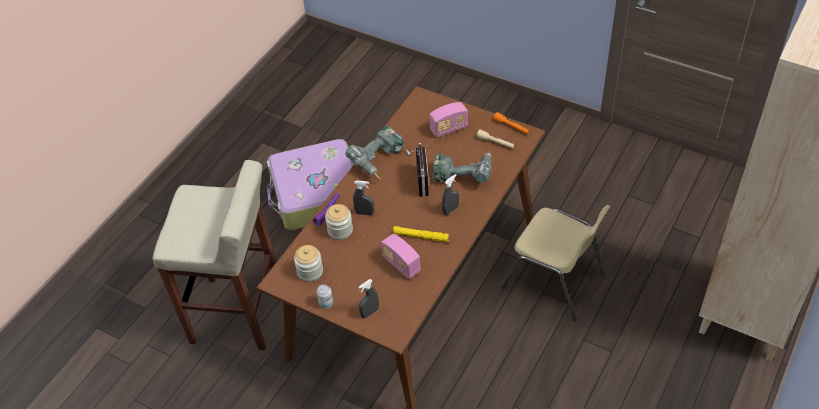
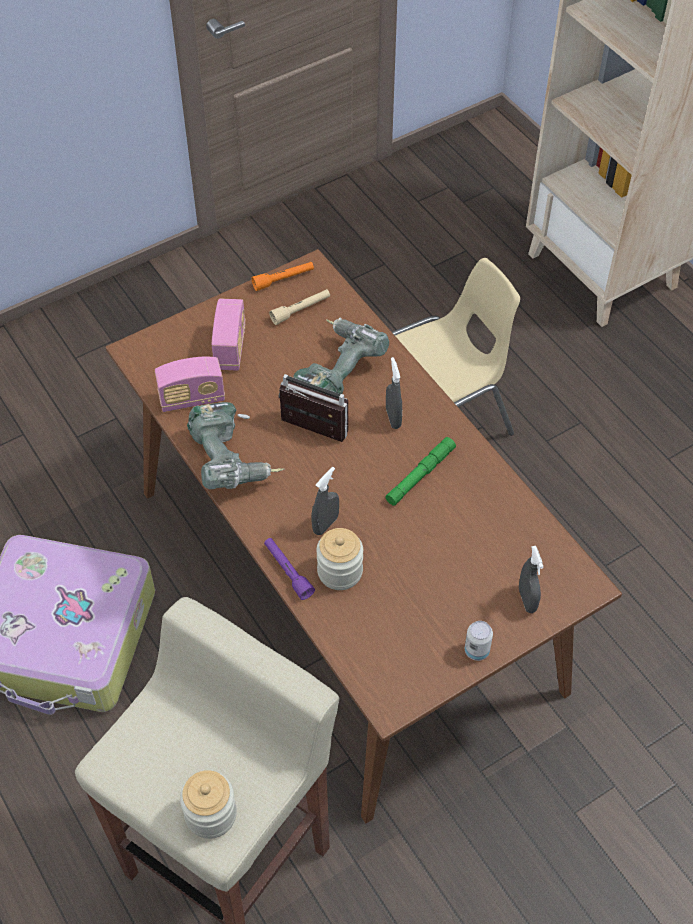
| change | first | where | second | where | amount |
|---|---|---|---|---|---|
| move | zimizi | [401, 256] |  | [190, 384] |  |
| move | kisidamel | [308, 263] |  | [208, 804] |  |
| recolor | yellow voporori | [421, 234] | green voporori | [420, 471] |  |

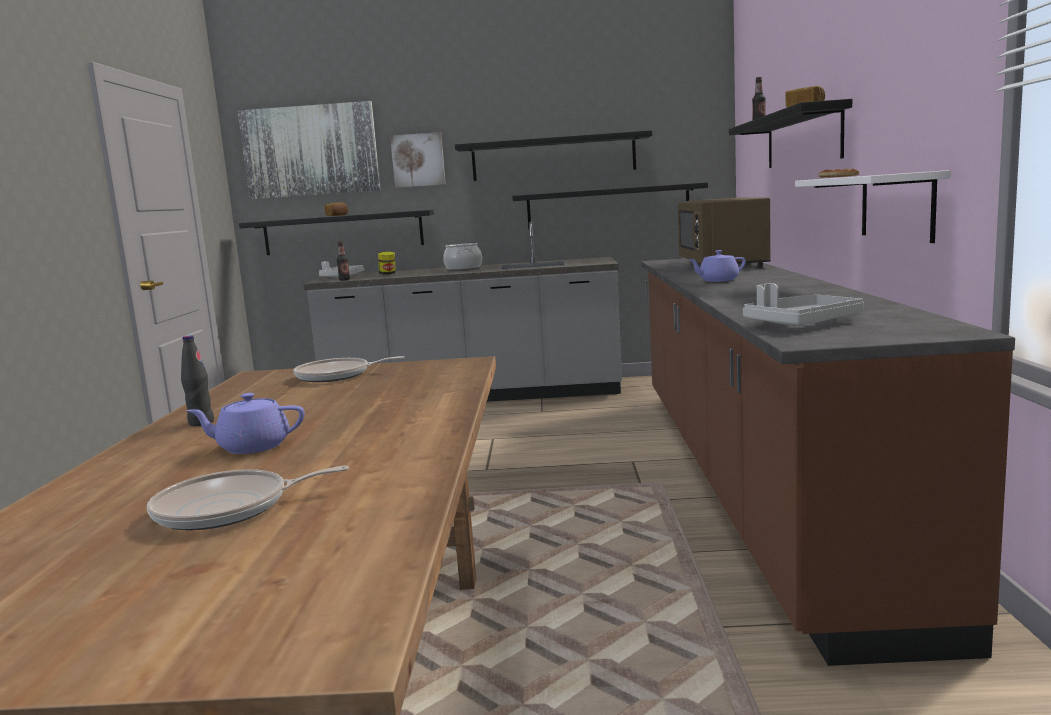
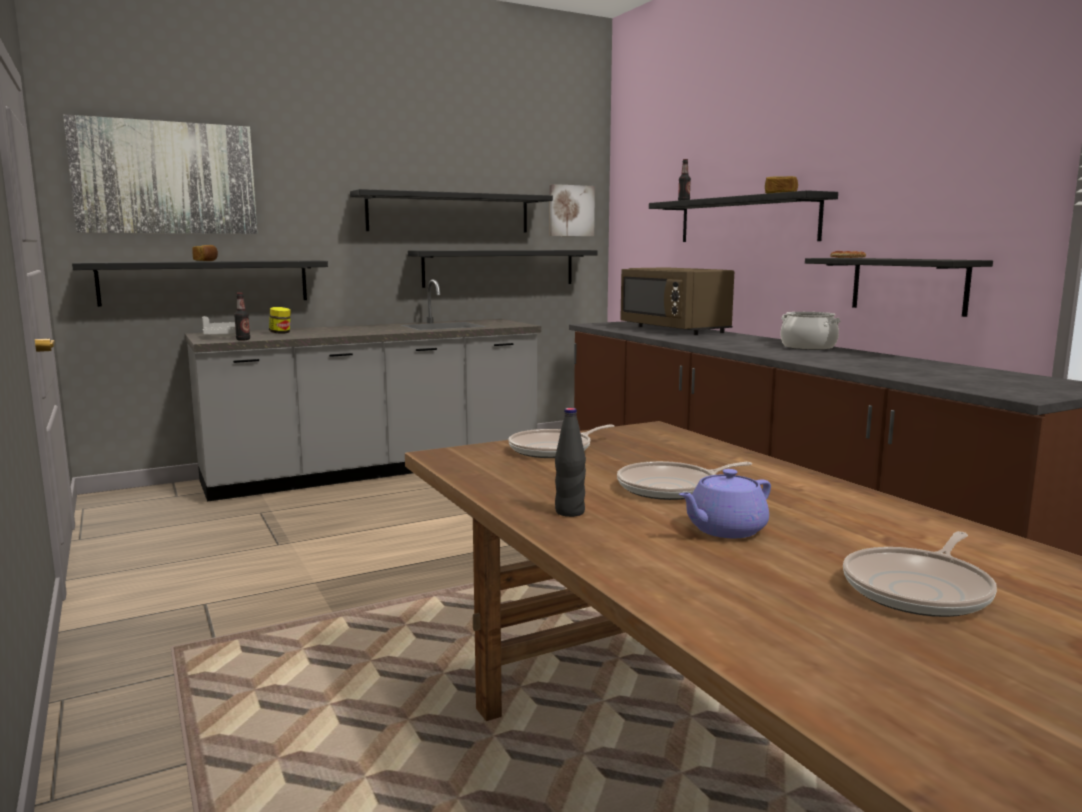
| change | first | where | second | where | amount |
|---|---|---|---|---|---|
| move | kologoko | [418, 160] |  | [572, 210] |  |
| insert |  |  | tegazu | [684, 480] |  |
| move | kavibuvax | [462, 256] |  | [810, 331] |  |
| recolor | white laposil | [873, 206] | black laposil | [899, 287] |  |
| delete | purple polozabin | [717, 266] |  |  |  |
| delete | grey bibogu | [803, 304] |  |  |  |

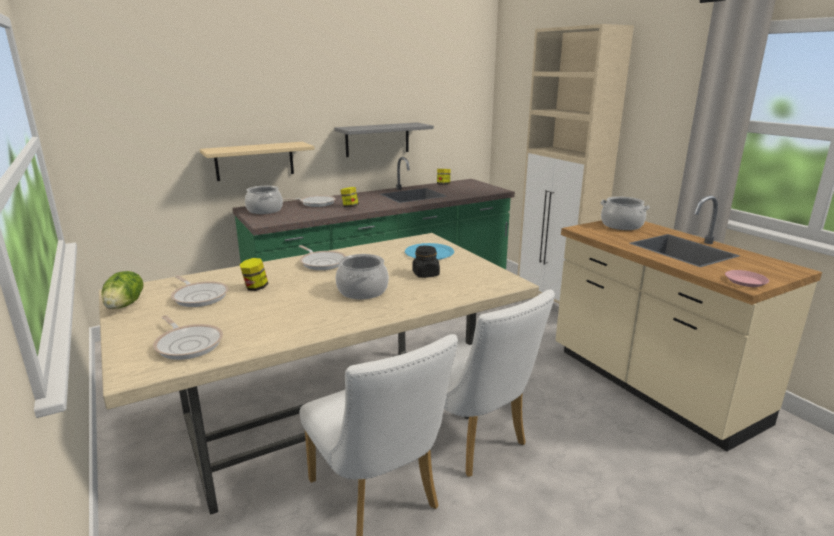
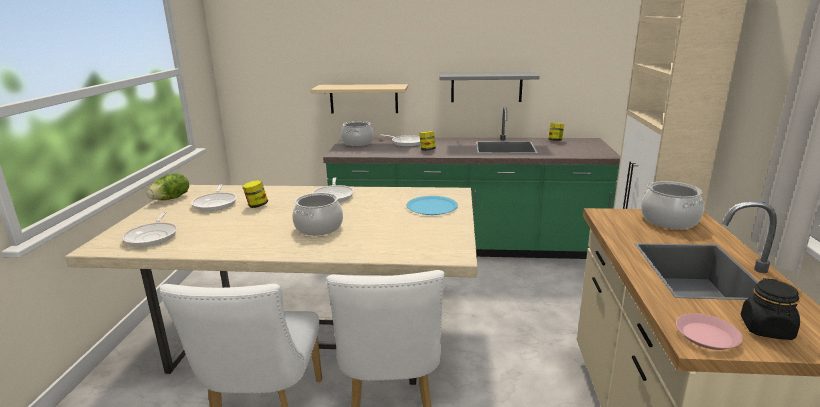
| change | first | where | second | where | amount |
|---|---|---|---|---|---|
| move | black kisidamel | [426, 261] |  | [770, 309] |  |

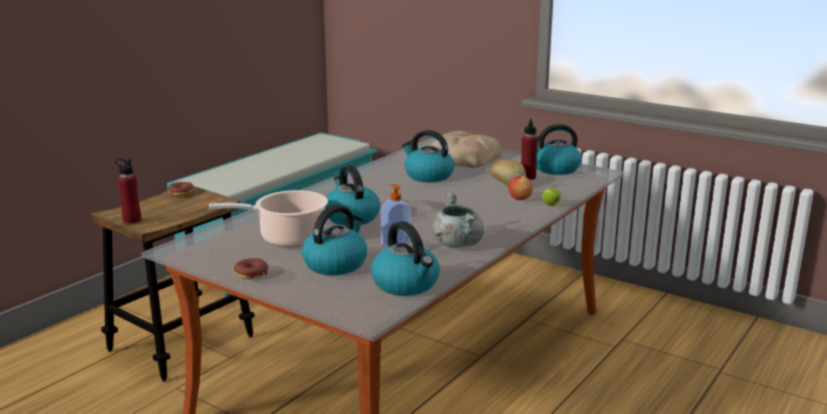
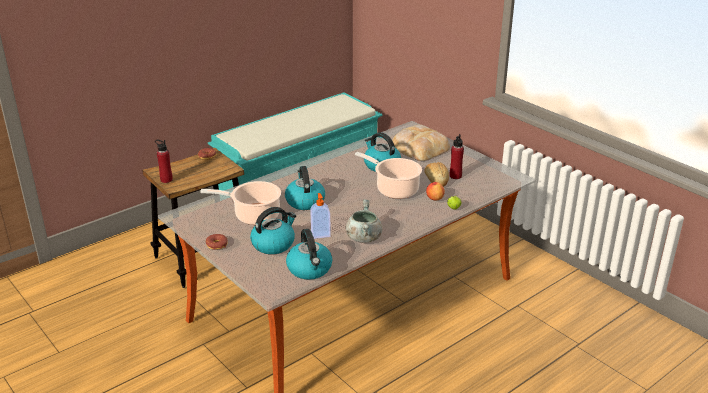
| change | first | where | second | where | amount |
|---|---|---|---|---|---|
| insert |  |  | kavibuvax | [388, 175] |  |
| delete | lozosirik | [559, 149] |  |  |  |

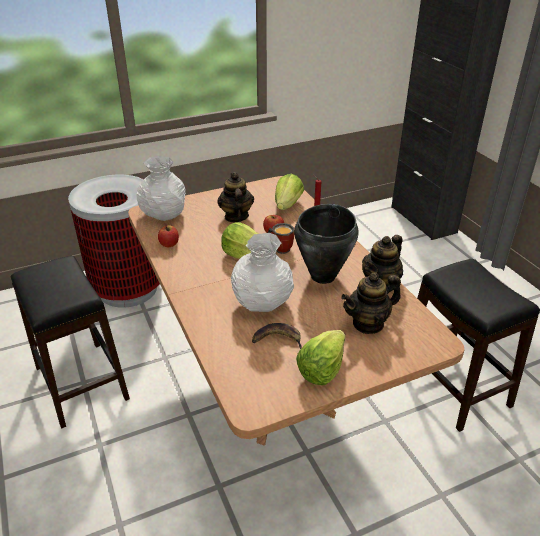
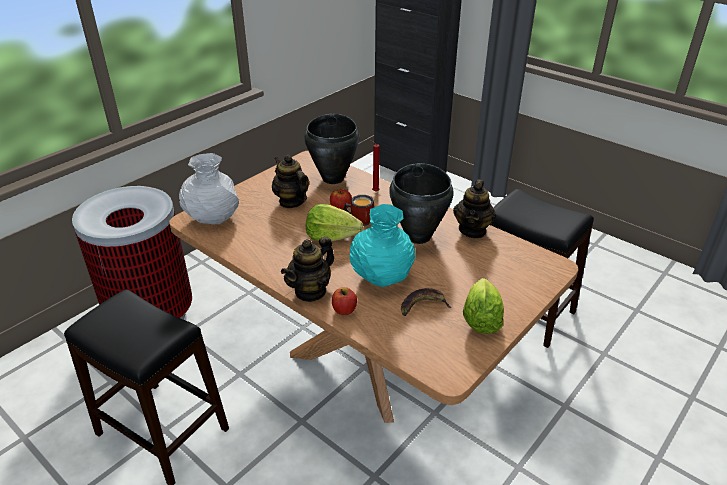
| change | first | where | second | where | amount |
|---|---|---|---|---|---|
| move | polozabin | [371, 303] |  | [307, 269] |  |
| replace | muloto | [289, 192] | black kavibuvax | [331, 149] |  |
| move | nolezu | [168, 236] |  | [344, 301] |  |
| recolor | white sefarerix | [262, 272] | turquoise sefarerix | [382, 245] |  |

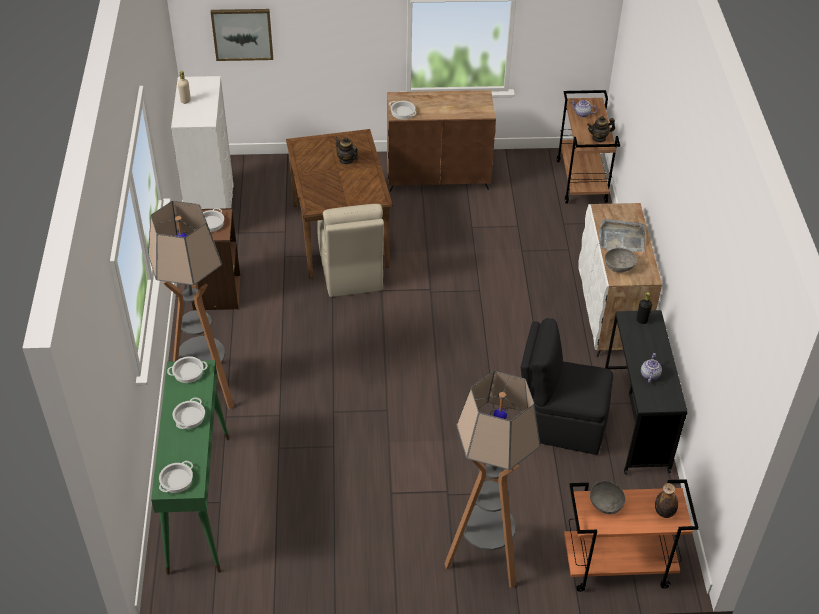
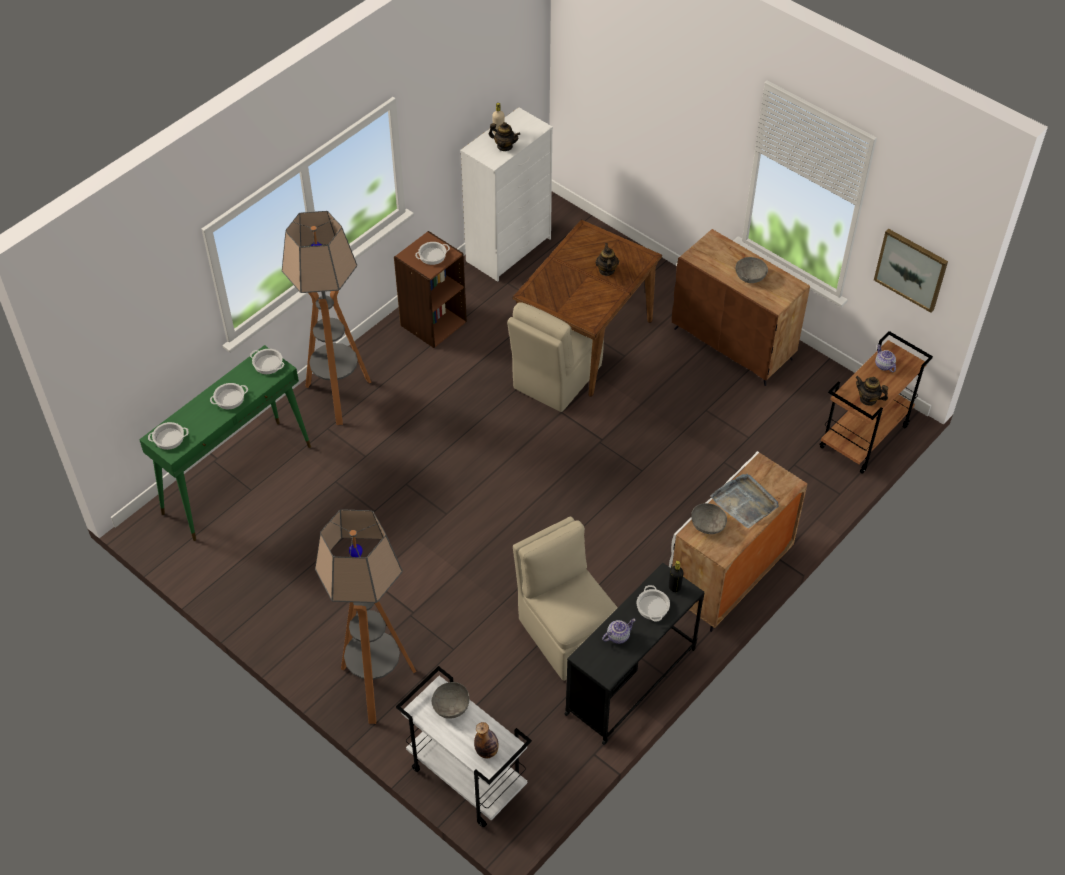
| change | first | where | second | where | amount |
|---|---|---|---|---|---|
| recolor | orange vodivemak | [631, 535] | white vodivemak | [464, 746] |  |
| insert |  |  | polozabin | [504, 136] |  |
| recolor | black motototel | [567, 386] | beige motototel | [565, 598] |  |
| move | kavibuvax | [403, 110] |  | [653, 603] |  |
| insert |  |  | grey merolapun | [751, 270] |  |
| move | kologoko | [242, 35] |  | [911, 271] |  |

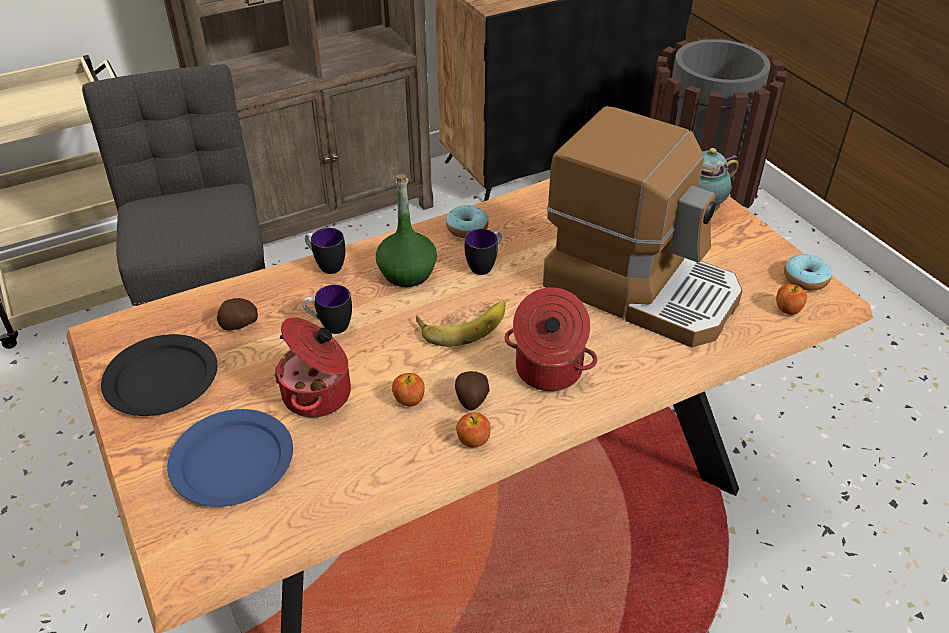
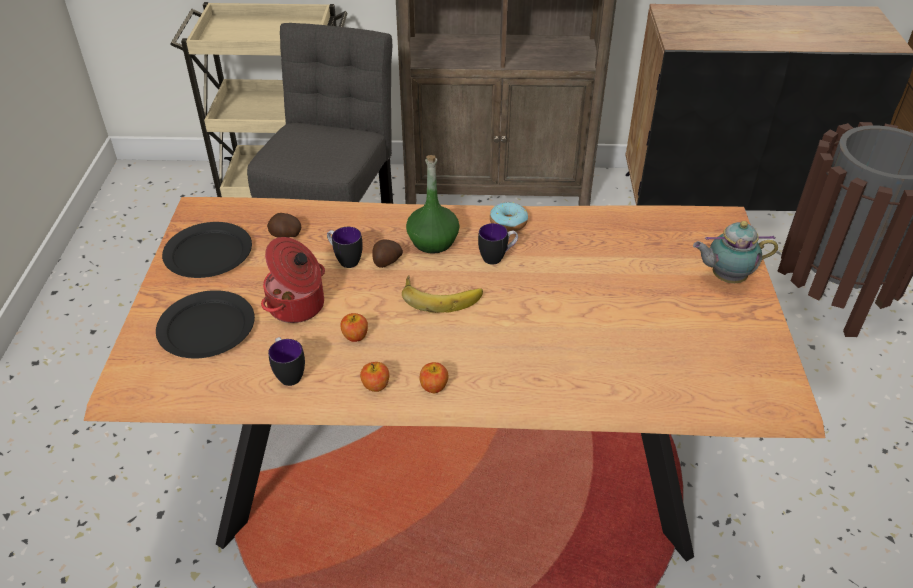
| change | first | where | second | where | amount |
|---|---|---|---|---|---|
| recolor | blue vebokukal | [230, 458] | black vebokukal | [205, 324] |  |
| move | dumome | [325, 251] |  | [286, 361] |  |
| move | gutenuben | [472, 390] |  | [387, 254] |  |
| move | nolezu | [791, 299] |  | [434, 377] |  |
| delete | kavibuvax | [550, 339] |  |  |  |
| delete | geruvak | [643, 226] |  |  |  |
| delete | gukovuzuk | [808, 272] |  |  |  |

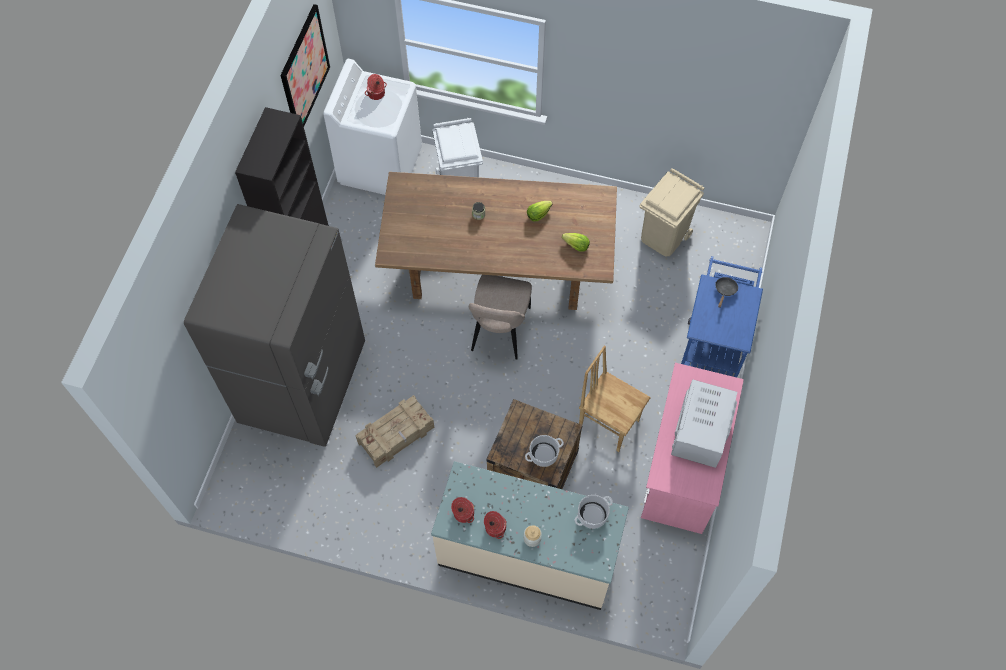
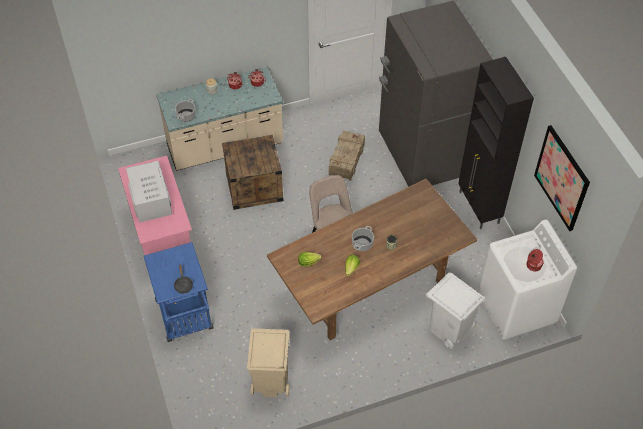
| change | first | where | second | where | amount |
|---|---|---|---|---|---|
| move | kavibuvax | [544, 451] |  | [363, 238] |  |
| delete | brown motototel | [615, 398] |  |  |  |

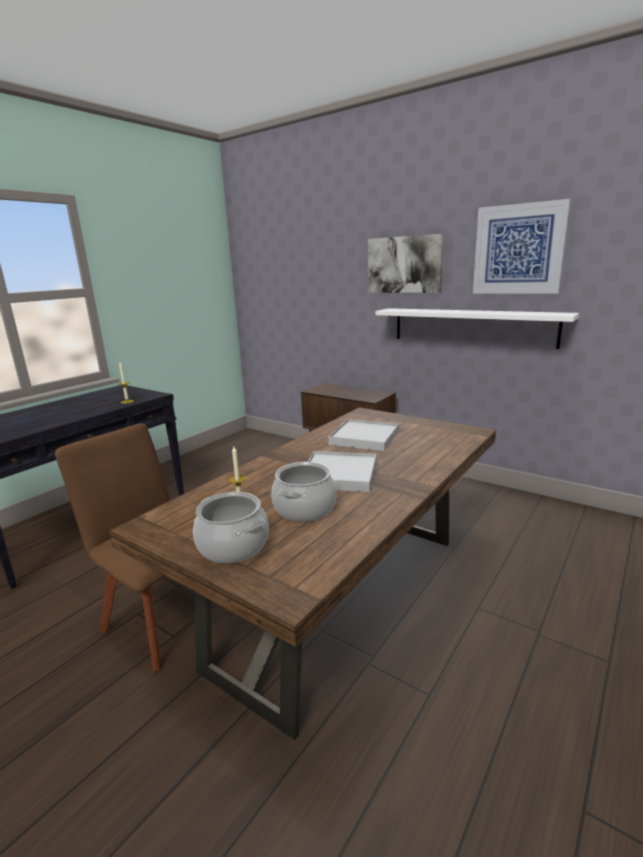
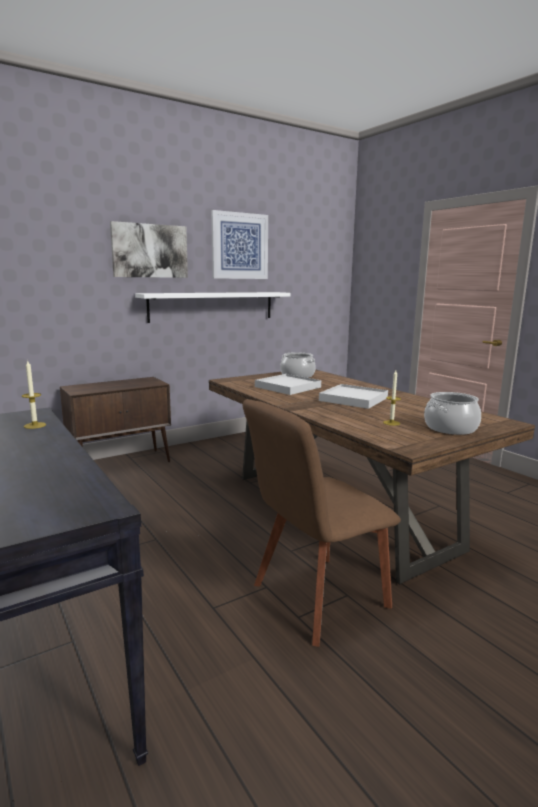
| change | first | where | second | where | amount |
|---|---|---|---|---|---|
| move | kavibuvax | [304, 492] |  | [298, 365] |  |

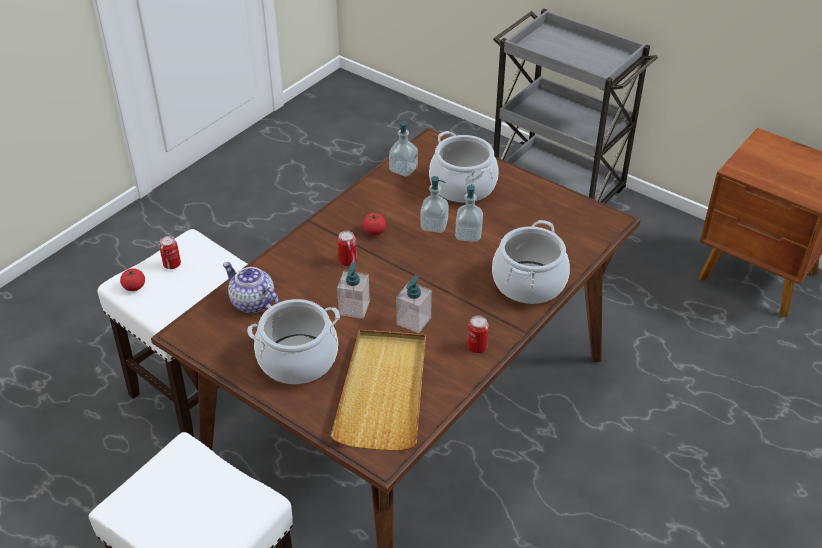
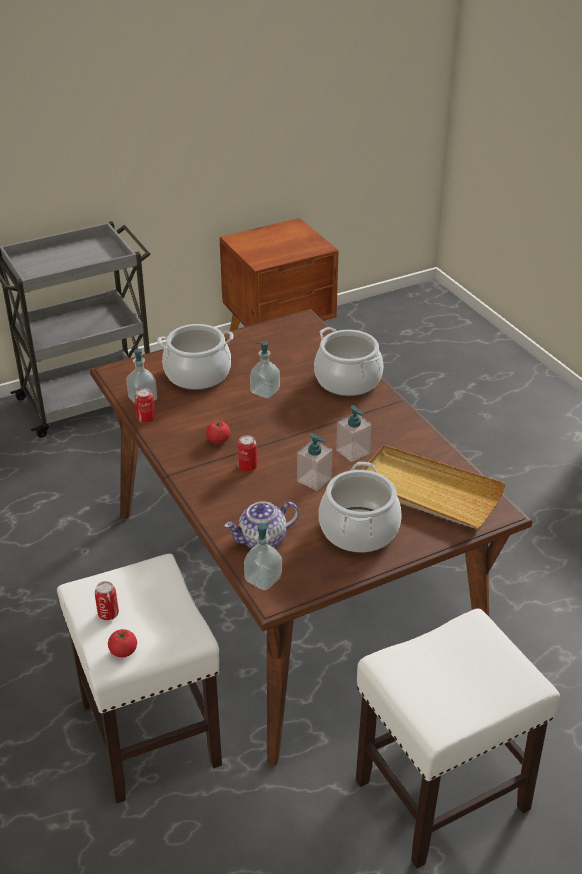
| change | first | where | second | where | amount |
|---|---|---|---|---|---|
| move | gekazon | [478, 334] |  | [145, 405] |  |
| move | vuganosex | [434, 204] |  | [263, 556] |  |

